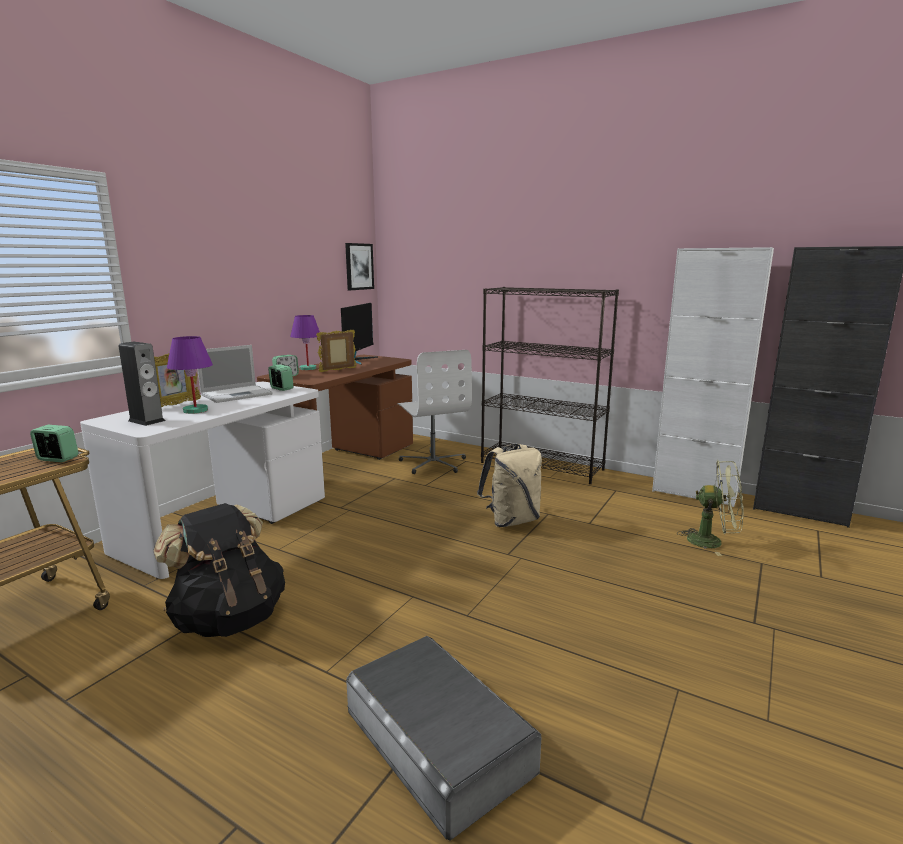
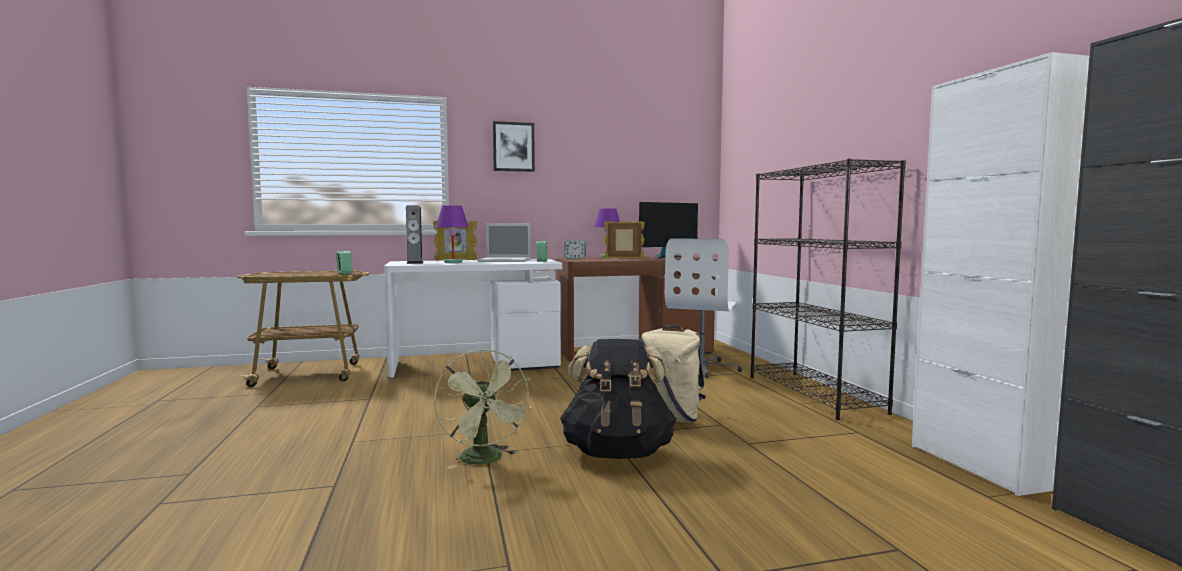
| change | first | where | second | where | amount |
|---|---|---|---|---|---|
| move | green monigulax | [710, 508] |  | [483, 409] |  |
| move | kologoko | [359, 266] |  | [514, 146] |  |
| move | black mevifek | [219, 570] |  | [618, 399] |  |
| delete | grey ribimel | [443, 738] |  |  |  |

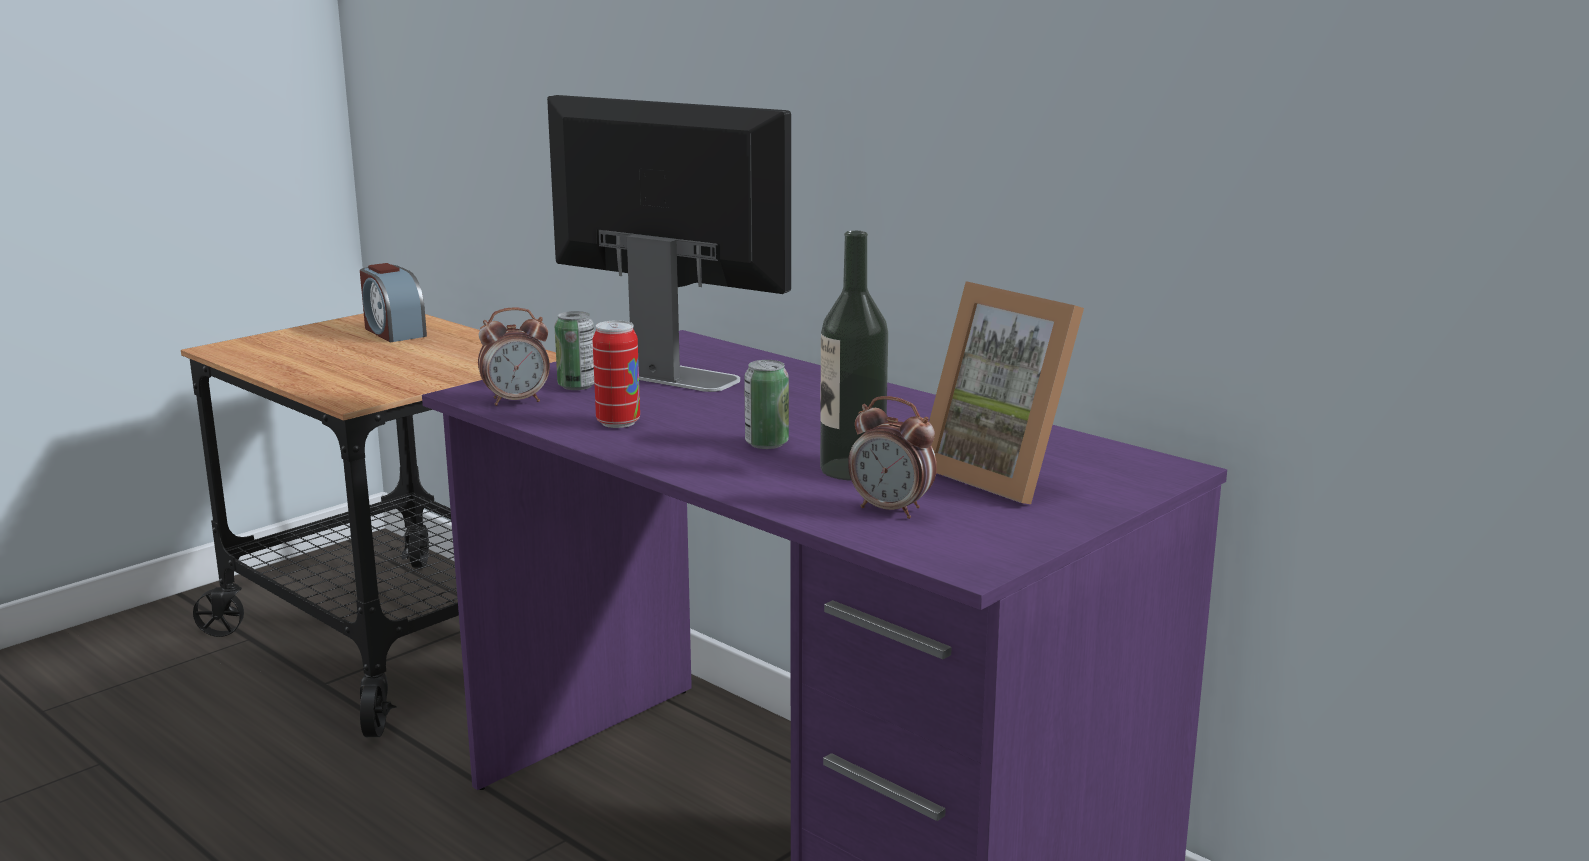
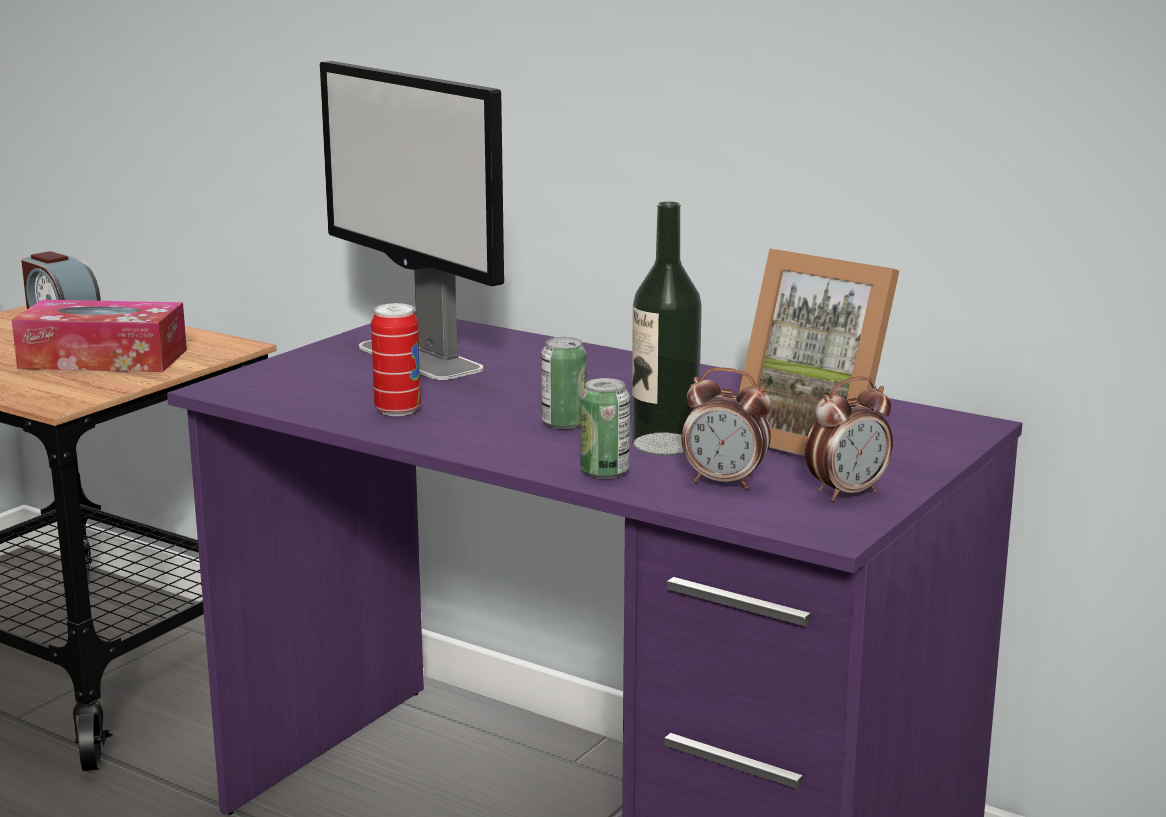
| change | first | where | second | where | amount |
|---|---|---|---|---|---|
| insert |  |  | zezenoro | [99, 336] |  |
| rotate | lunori | [669, 243] |  | [412, 220] | 150 degrees counterclockwise |
| move | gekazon | [574, 350] |  | [605, 428] |  |
| move | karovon | [514, 356] |  | [849, 438] |  |

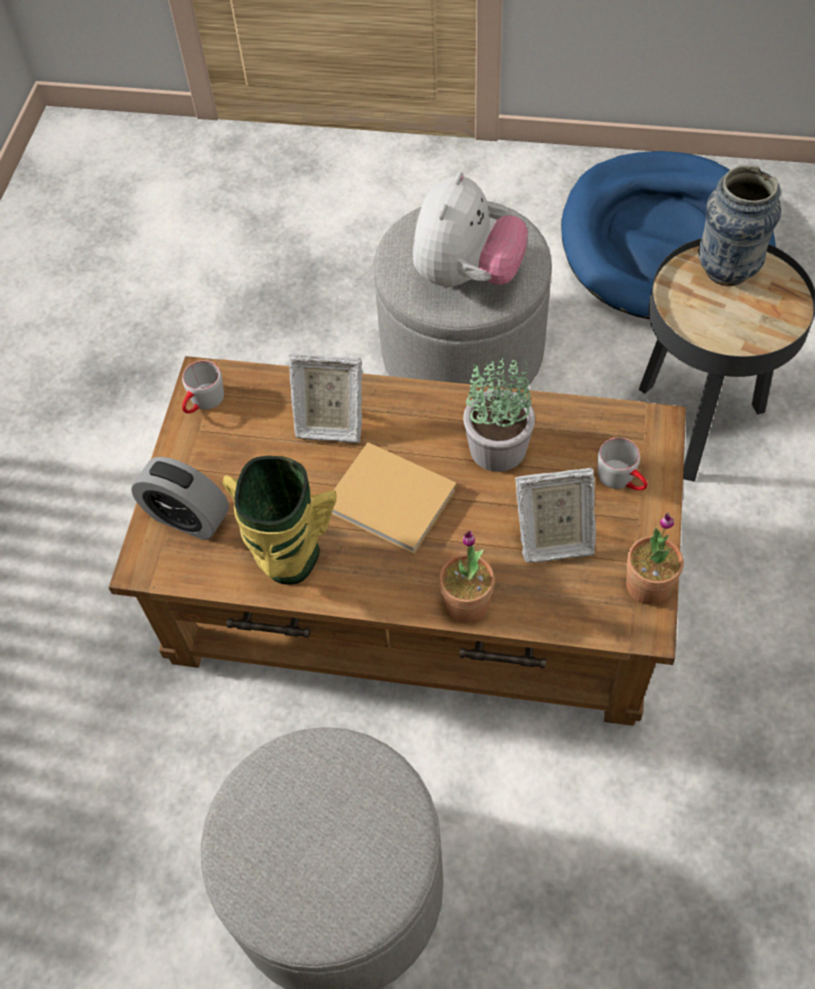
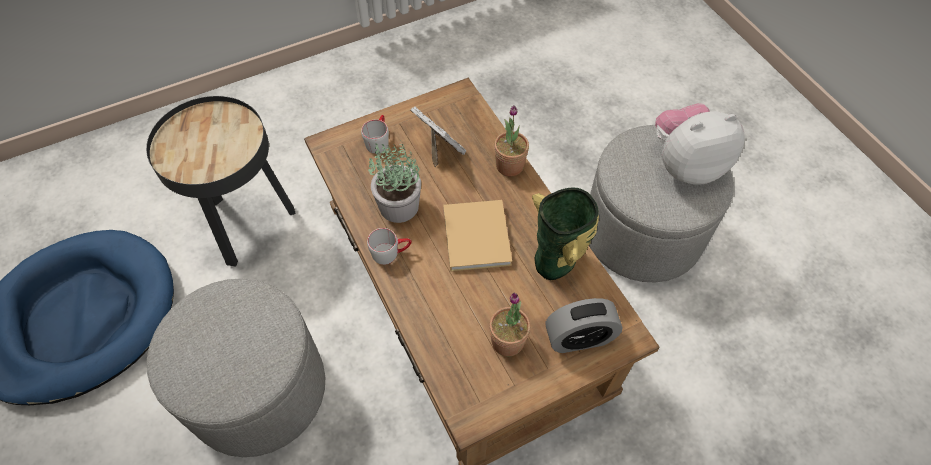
| change | first | where | second | where | amount |
|---|---|---|---|---|---|
| move | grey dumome | [203, 387] |  | [389, 246] |  |
| move | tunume | [655, 559] |  | [509, 324] |  |
| rotate | karovon | [180, 498] |  | [584, 325] | 90 degrees clockwise |
| move | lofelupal | [470, 230] |  | [700, 144] |  |
| delete | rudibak | [326, 398] |  |  |  |
| delete | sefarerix | [739, 225] |  |  |  |

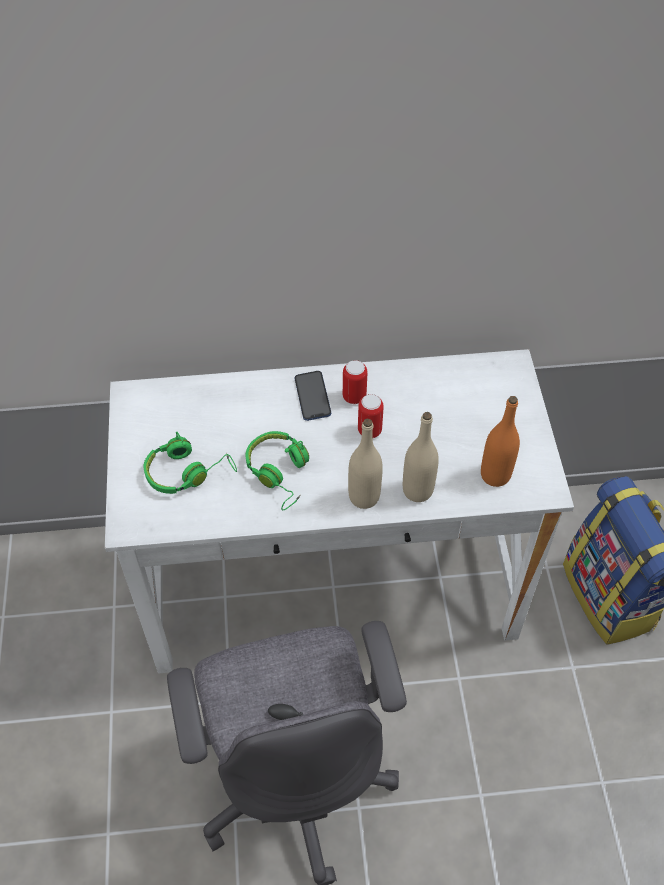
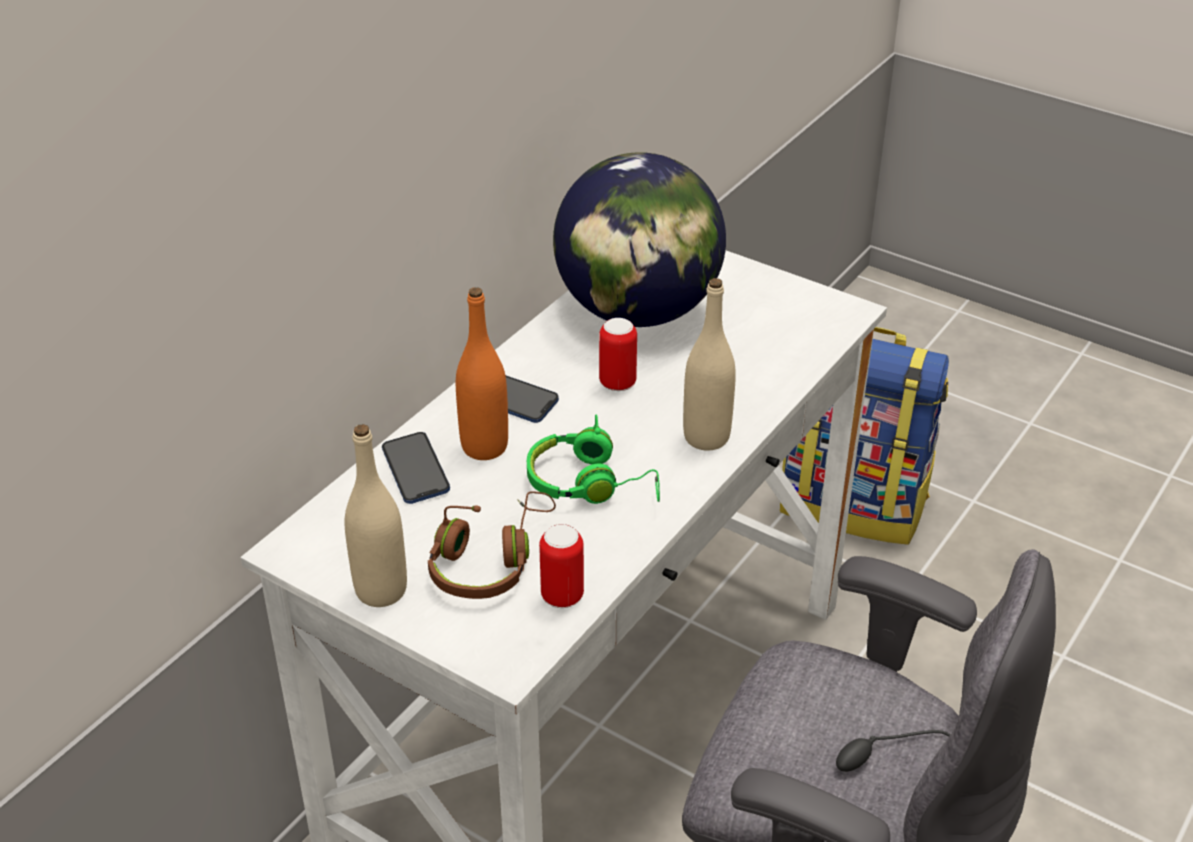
| change | first | where | second | where | amount |
|---|---|---|---|---|---|
| move | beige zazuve | [421, 457] |  | [375, 515] |  |
| insert |  |  | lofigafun | [416, 468] |  |
| recolor | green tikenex | [190, 463] | brown tikenex | [492, 545] |  |
| move | orange zazuve | [500, 441] |  | [482, 373] |  |
| move | gekazon | [355, 382] |  | [561, 566] |  |
| insert |  |  | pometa | [639, 239] |  |

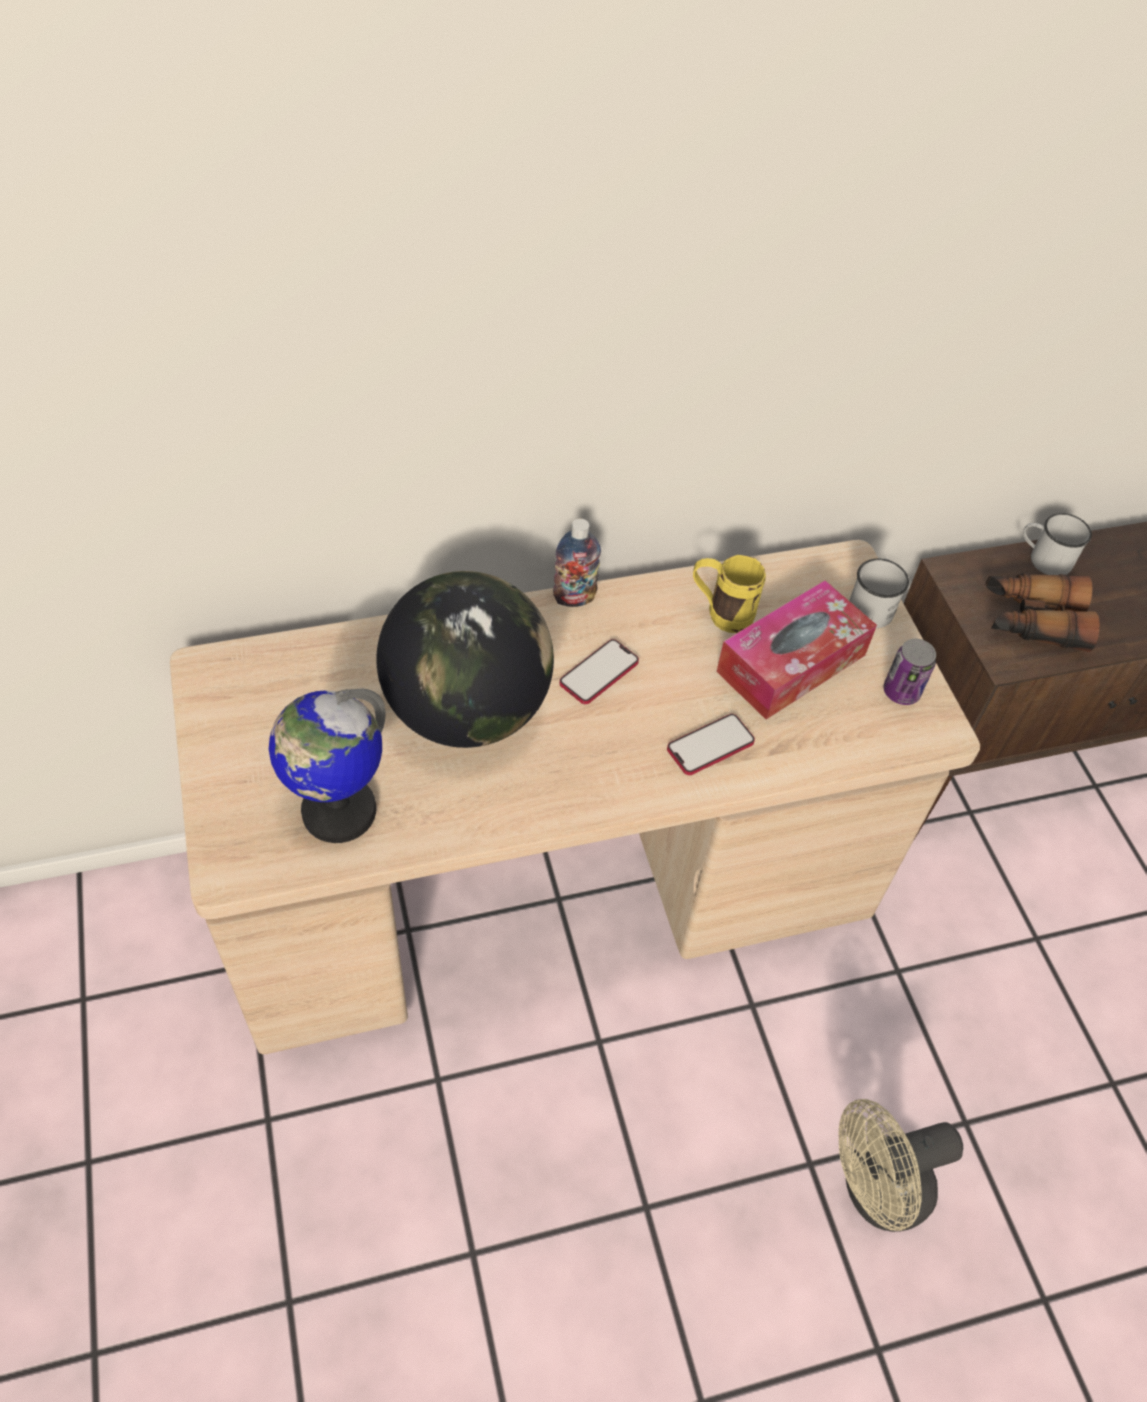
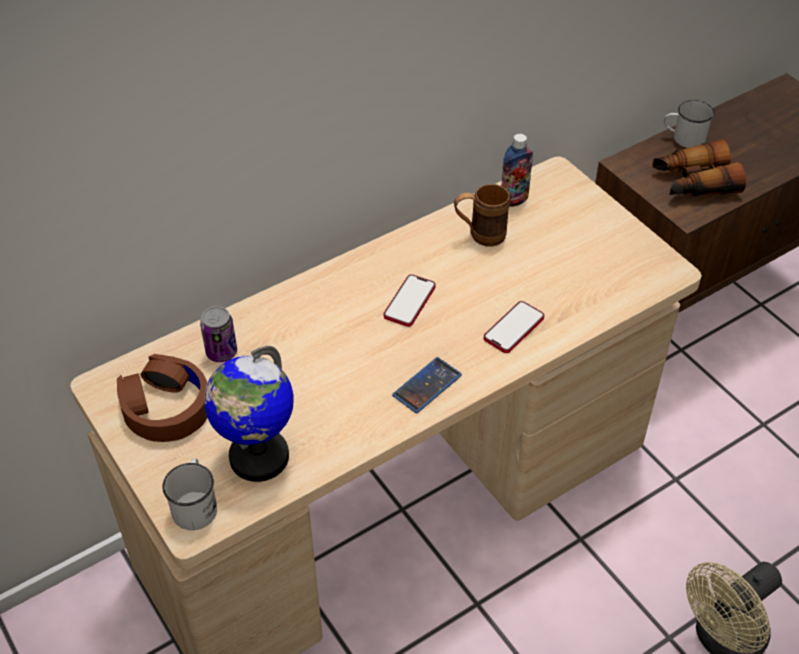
| change | first | where | second | where | amount |
|---|---|---|---|---|---|
| insert |  |  | brown tikenex | [162, 398] |  |
| move | white dumome | [879, 593] |  | [189, 494] |  |
| move | gekazon | [909, 672] |  | [218, 334] |  |
| insert |  |  | lofigafun | [427, 385] |  |
| recolor | yellow dumome | [729, 594] | brown dumome | [482, 215] |  |
| move | zazuve | [577, 563] |  | [517, 170] |  |
| delete | pometa | [465, 659] |  |  |  |
| delete | zezenoro | [796, 649] |  |  |  |

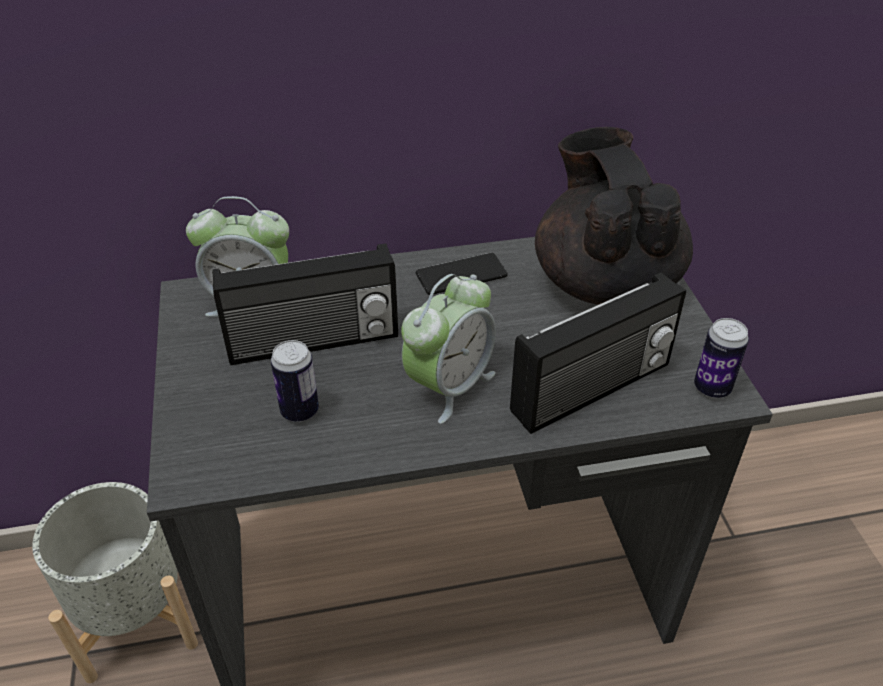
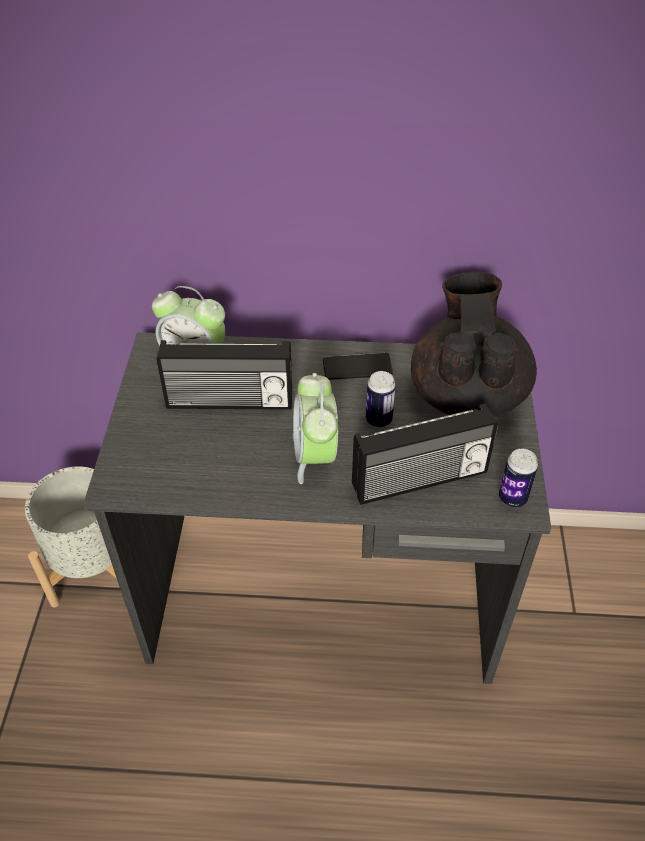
| change | first | where | second | where | amount |
|---|---|---|---|---|---|
| rotate | karovon | [448, 349] |  | [315, 428] | 120 degrees clockwise |
| move | gekazon | [295, 381] |  | [381, 399] |  |

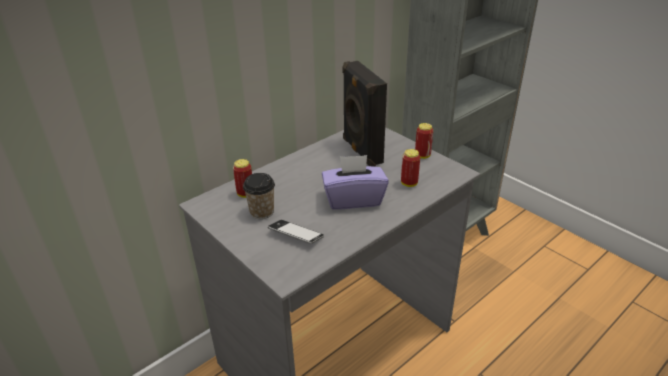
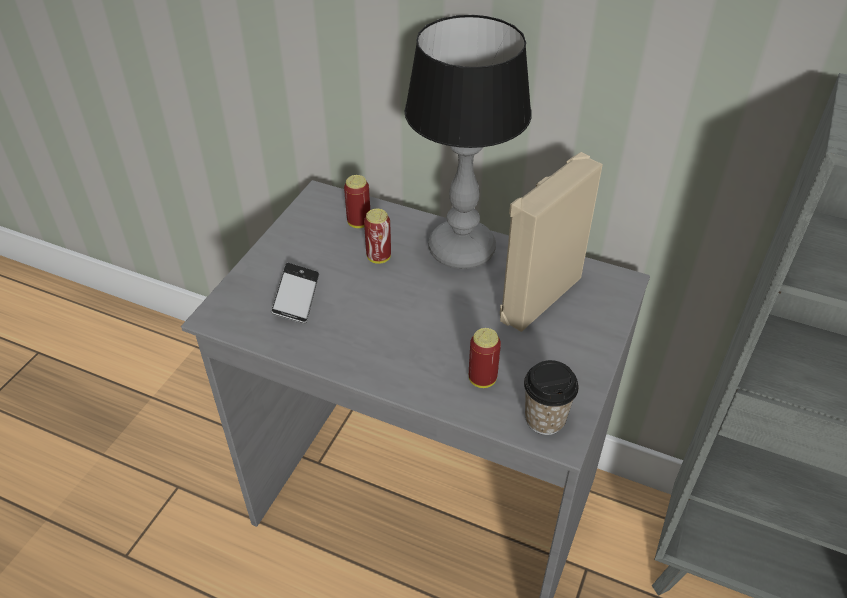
| change | first | where | second | where | amount |
|---|---|---|---|---|---|
| move | gekazon | [424, 141] |  | [377, 236] |  |
| insert |  |  | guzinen | [468, 142] |  |
| recolor | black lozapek | [364, 114] | beige lozapek | [551, 242] |  |
| move | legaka | [259, 196] |  | [551, 397] |  |
| delete | purple zezenoro | [355, 182] |  |  |  |

